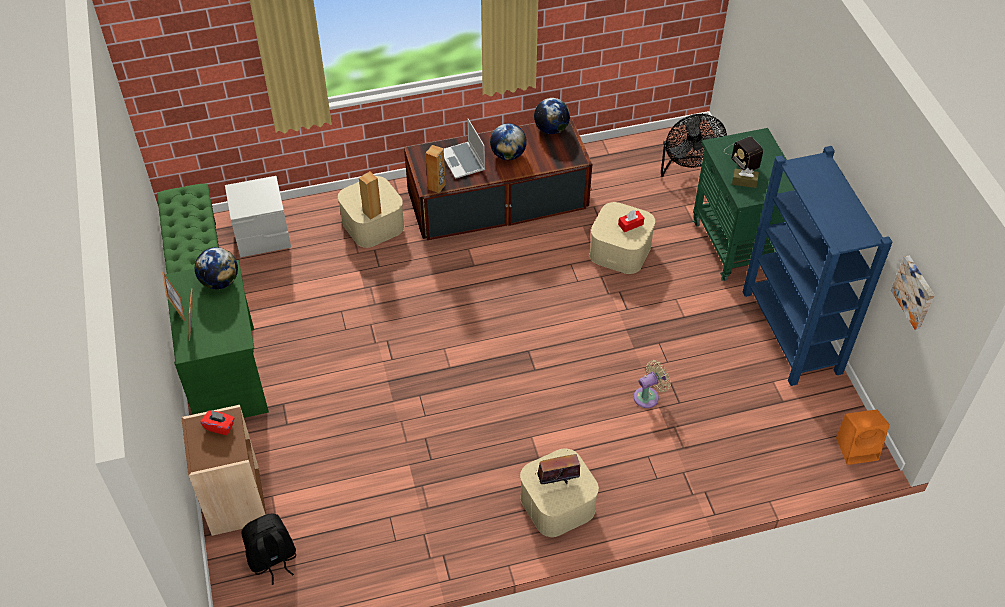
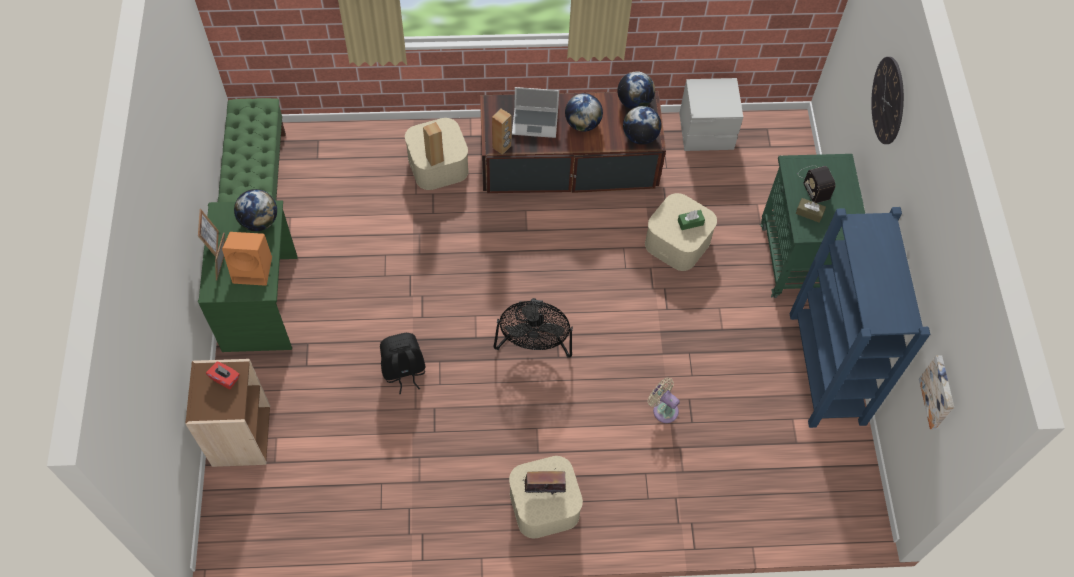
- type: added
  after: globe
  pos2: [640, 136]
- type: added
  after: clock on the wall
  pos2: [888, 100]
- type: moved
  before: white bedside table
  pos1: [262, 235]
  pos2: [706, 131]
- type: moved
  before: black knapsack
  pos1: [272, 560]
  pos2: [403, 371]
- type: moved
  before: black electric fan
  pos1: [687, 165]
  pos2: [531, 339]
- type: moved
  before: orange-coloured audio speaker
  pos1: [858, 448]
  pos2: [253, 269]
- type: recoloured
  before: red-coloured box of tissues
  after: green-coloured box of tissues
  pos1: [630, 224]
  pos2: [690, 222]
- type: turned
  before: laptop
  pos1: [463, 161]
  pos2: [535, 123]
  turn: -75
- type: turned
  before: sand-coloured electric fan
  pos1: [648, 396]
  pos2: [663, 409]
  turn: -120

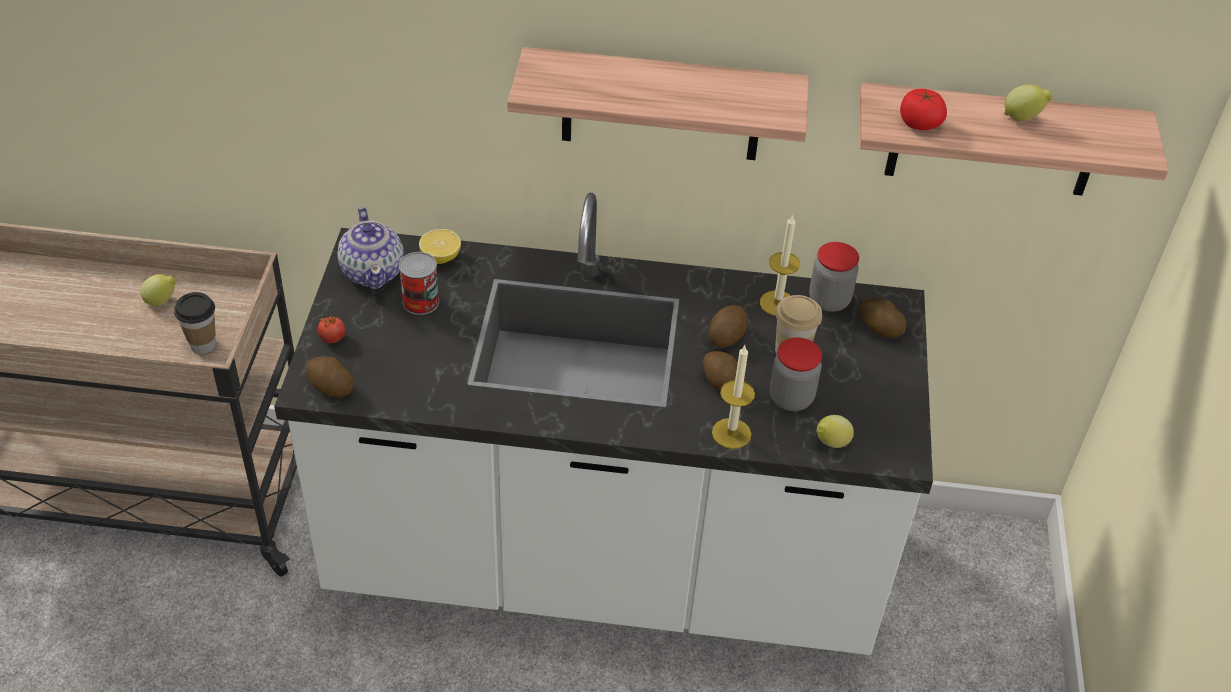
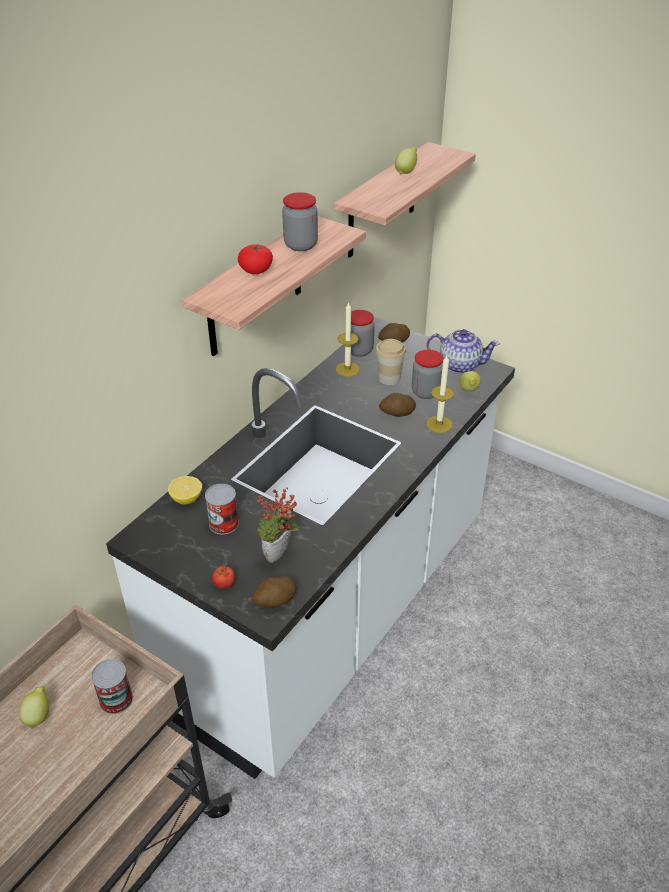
- type: removed
  before: potato
  pos1: [726, 336]
- type: added
  after: houseplant
  pos2: [279, 556]
- type: added
  after: storage jar
  pos2: [300, 245]
- type: moved
  before: teapot
  pos1: [373, 271]
  pos2: [459, 364]
- type: moved
  before: fresh tomato
  pos1: [919, 123]
  pos2: [256, 270]
- type: replaced
  before: cup
  after: metal can
  pos1: [203, 345]
  pos2: [116, 699]

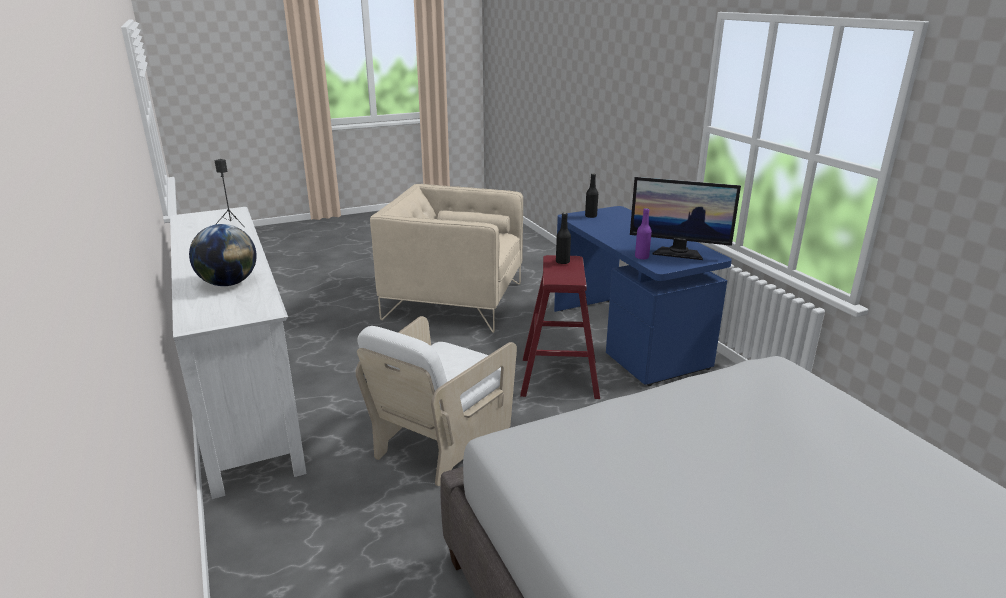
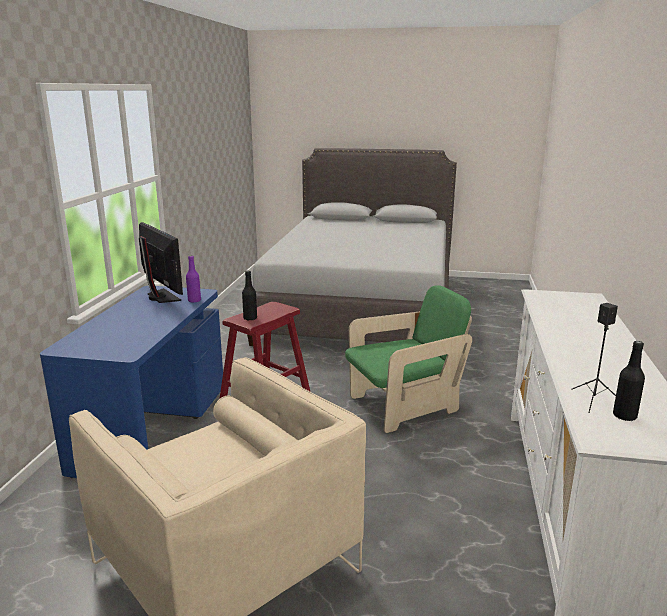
- type: removed
  before: globe
  pos1: [228, 283]
- type: moved
  before: black drink bottle
  pos1: [590, 216]
  pos2: [624, 416]
- type: recoloured
  before: white armchair
  after: green-coloured armchair
  pos1: [441, 441]
  pos2: [404, 406]

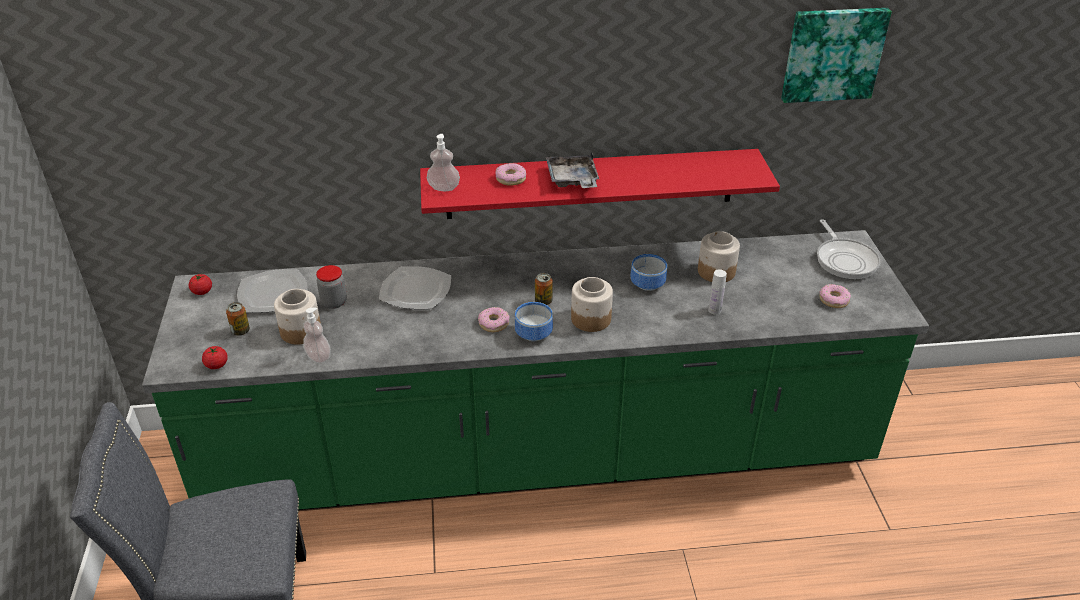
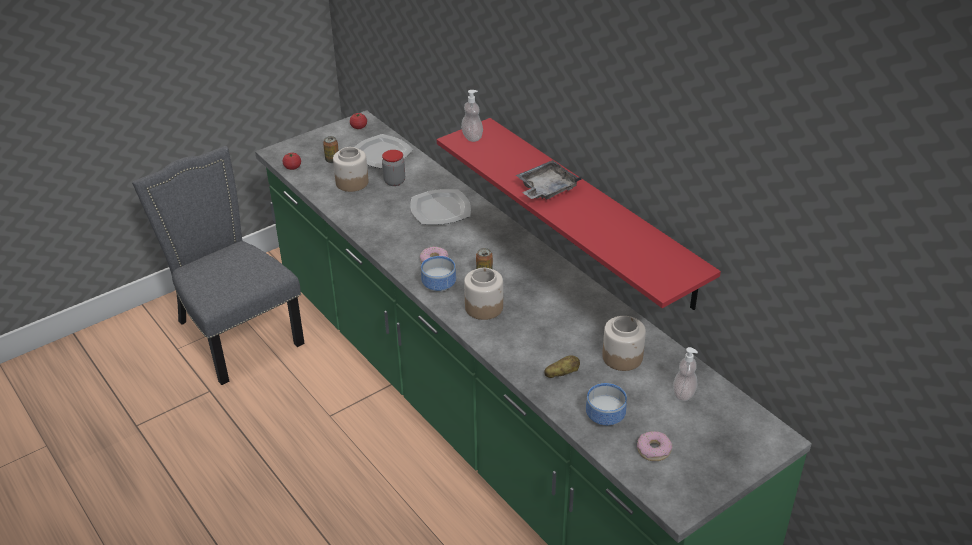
- type: removed
  before: doughnut
  pos1: [511, 179]
- type: removed
  before: picture
  pos1: [832, 54]
- type: removed
  before: skillet
  pos1: [845, 260]
- type: moved
  before: soap bottle
  pos1: [318, 357]
  pos2: [683, 394]
- type: moved
  before: deep dish
  pos1: [647, 283]
  pos2: [606, 415]
- type: replaced
  before: white drink bottle
  after: potato
  pos1: [714, 310]
  pos2: [561, 374]

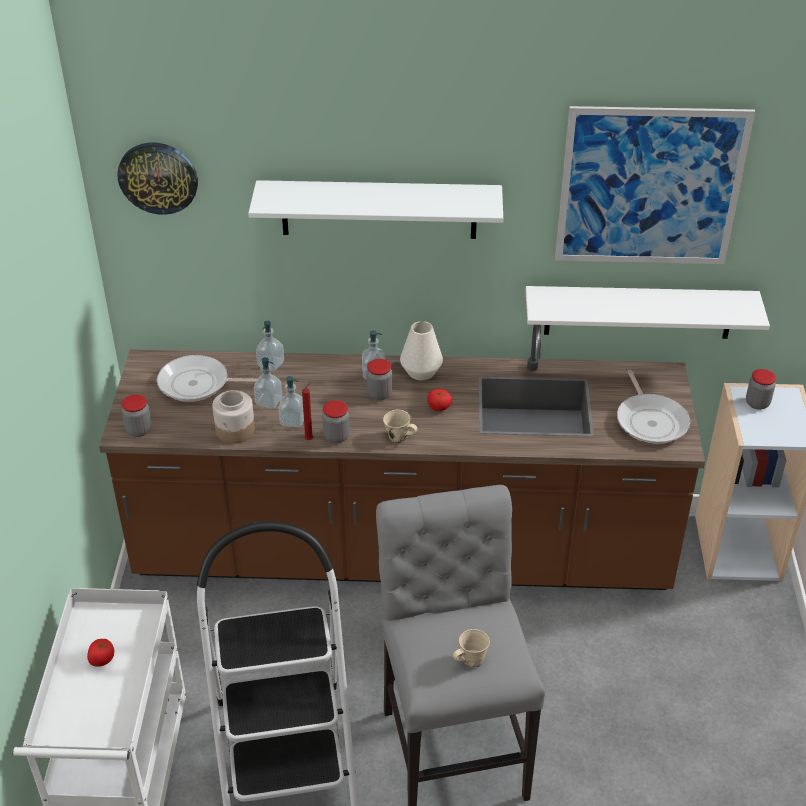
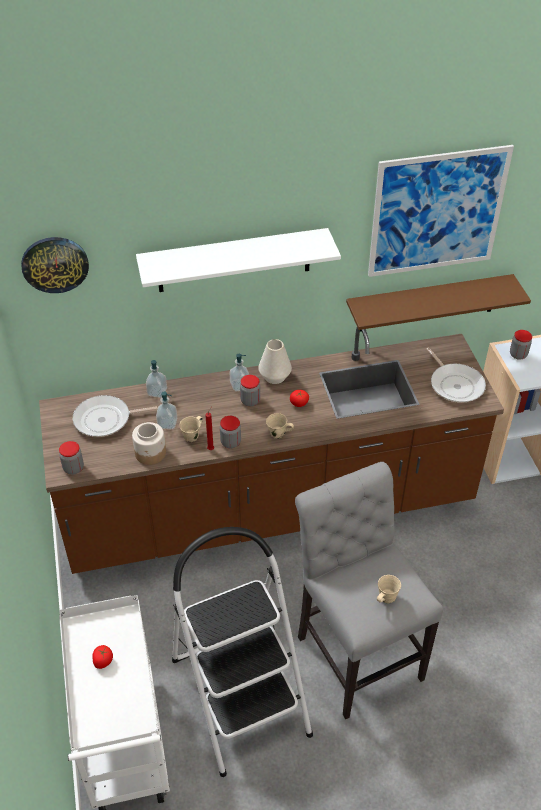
- type: replaced
  before: soap bottle
  after: sand-coloured mug
  pos1: [293, 420]
  pos2: [192, 436]
- type: recoloured
  before: white shelf
  after: brown shelf
  pos1: [638, 312]
  pos2: [428, 303]

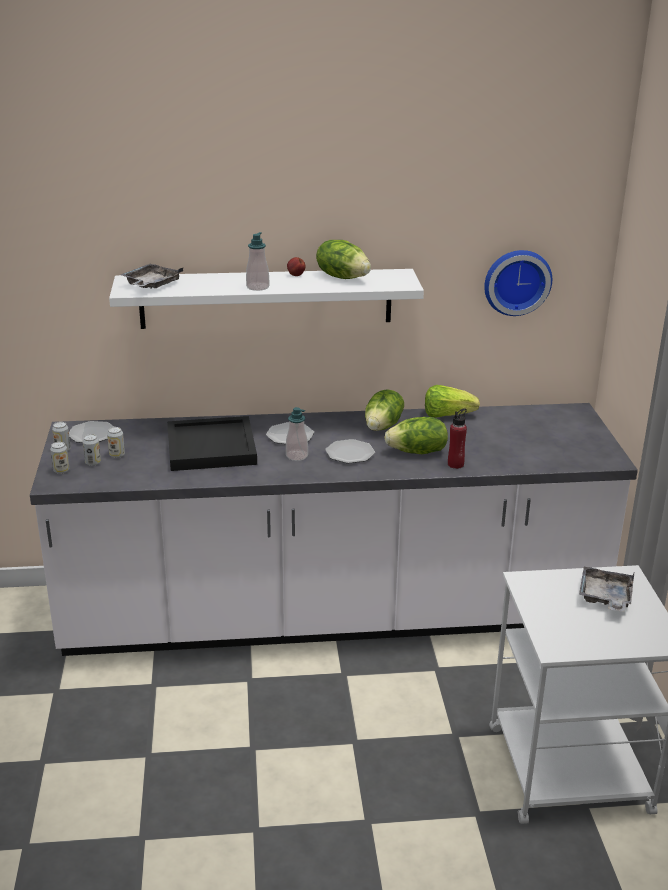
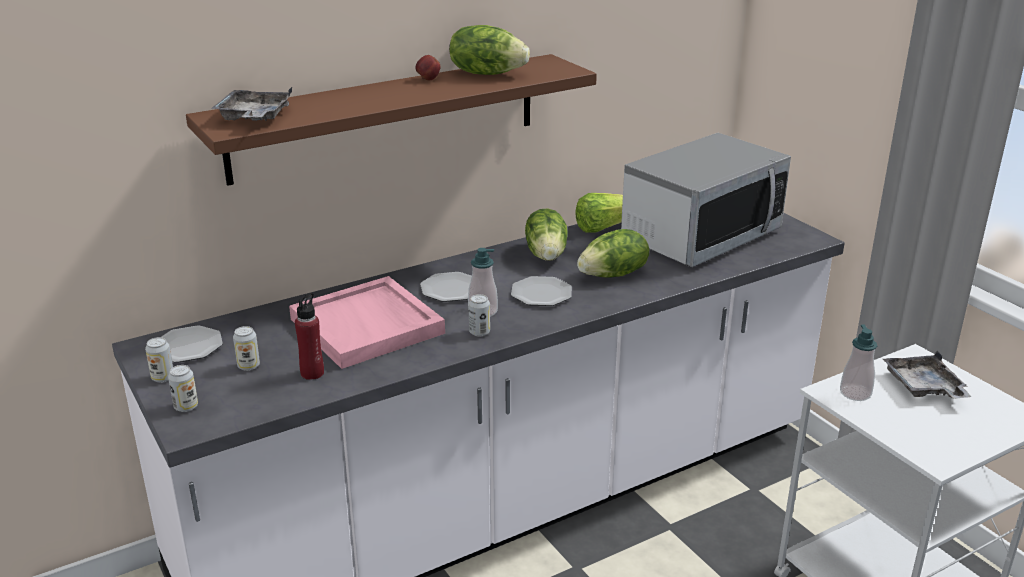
- type: removed
  before: clock on the wall
  pos1: [516, 281]
- type: added
  after: kitchen microwave
  pos2: [700, 236]
- type: moved
  before: metal can
  pos1: [93, 463]
  pos2: [479, 332]
- type: moved
  before: soap bottle
  pos1: [257, 287]
  pos2: [855, 393]
- type: moved
  before: red-coloured drink bottle
  pos1: [455, 464]
  pos2: [312, 373]
- type: recoloured
  before: white shelf
  after: brown shelf
  pos1: [266, 298]
  pos2: [386, 117]
- type: recoloured
  before: black serving tray
  after: pinkish serving tray
  pos1: [212, 448]
  pos2: [368, 326]

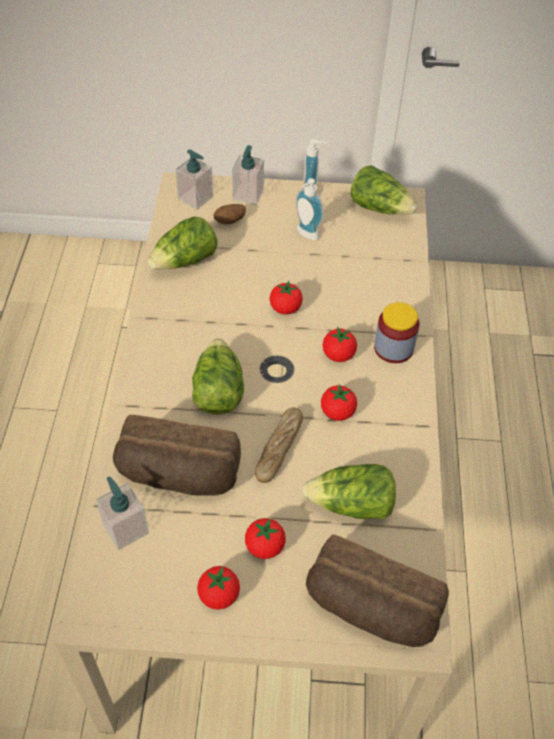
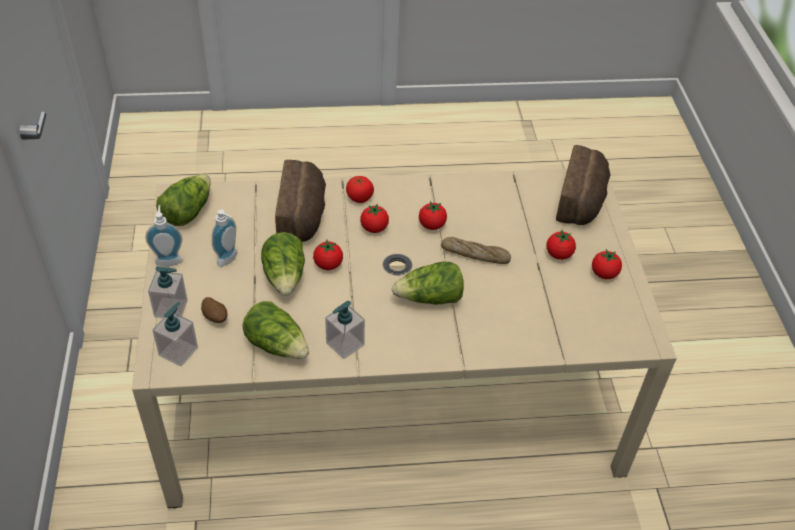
- type: moved
  before: soap bottle
  pos1: [125, 528]
  pos2: [345, 344]
- type: moved
  before: baked bread
  pos1: [178, 476]
  pos2: [303, 216]
- type: moved
  before: head of lettuce
  pos1: [352, 505]
  pos2: [285, 277]
- type: replaced
  before: storage jar
  after: fresh tomato
  pos1: [393, 348]
  pos2: [359, 197]

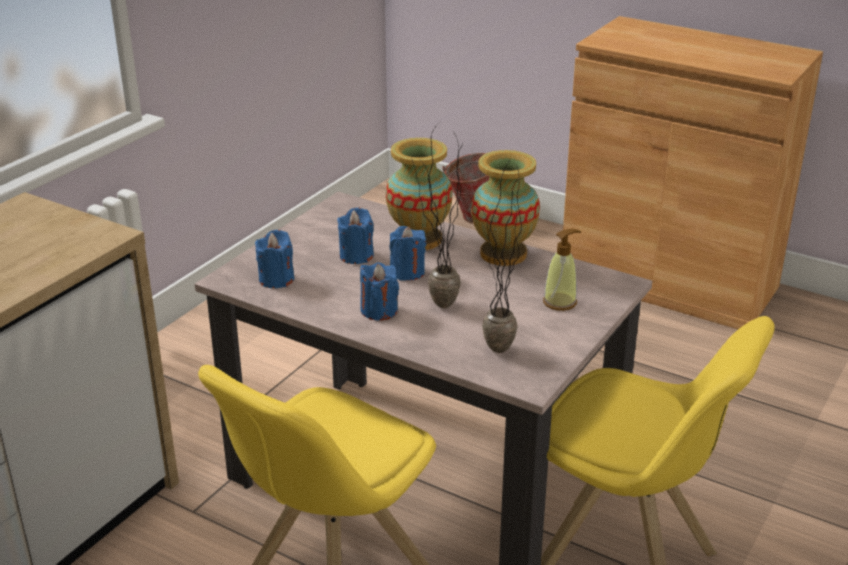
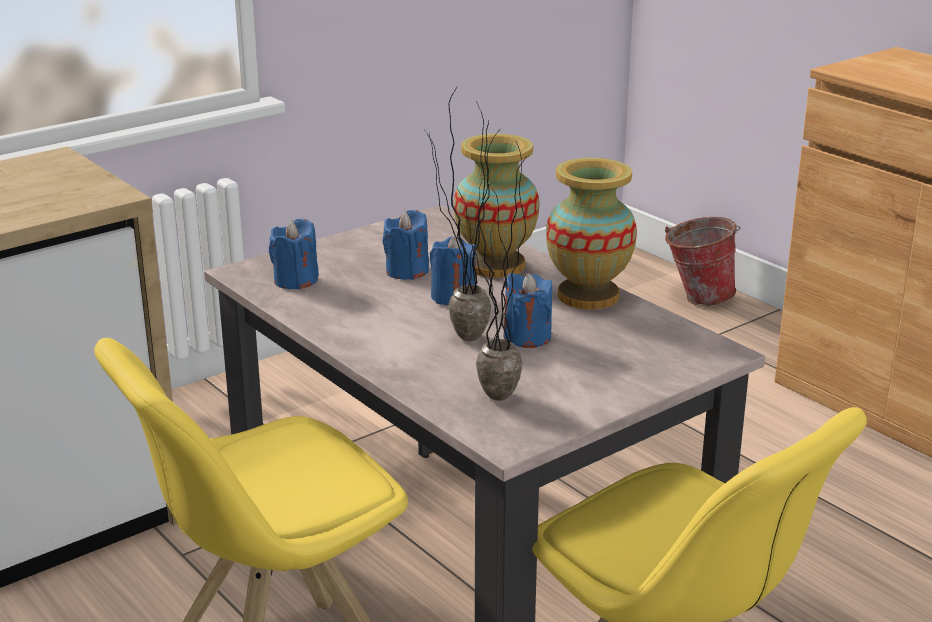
- type: removed
  before: soap bottle
  pos1: [560, 302]
- type: moved
  before: bluish candle
  pos1: [379, 310]
  pos2: [527, 337]

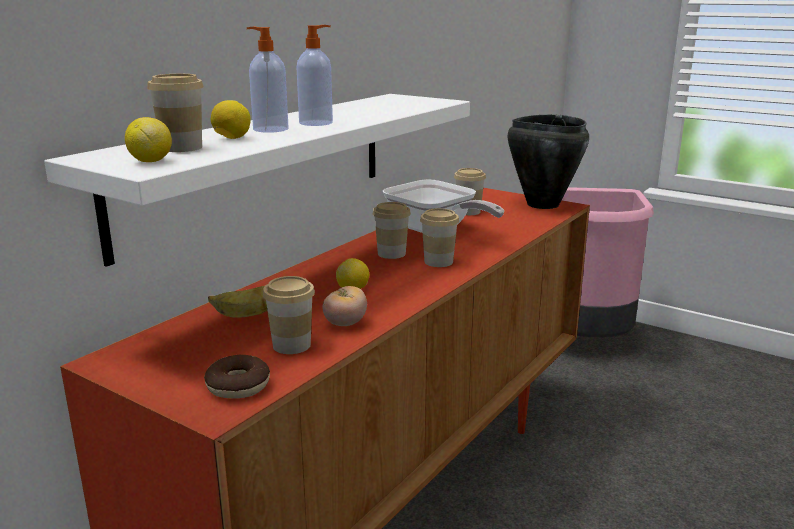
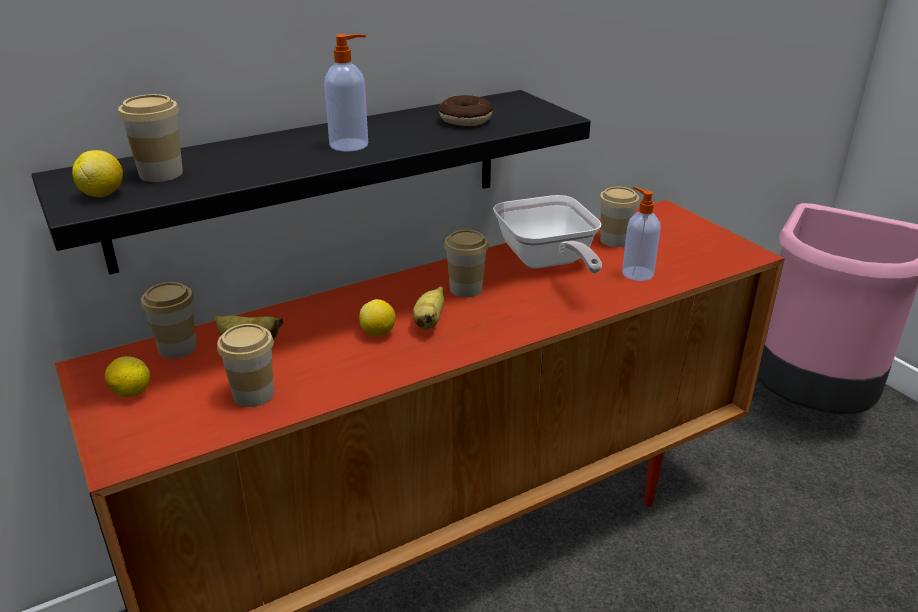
- type: removed
  before: fresh tomato
  pos1: [345, 323]
- type: removed
  before: black stockpot
  pos1: [542, 204]
- type: added
  after: banana
  pos2: [429, 321]
- type: moved
  before: doughnut
  pos1: [238, 386]
  pos2: [465, 120]
- type: moved
  before: citrus fruit
  pos1: [231, 138]
  pos2: [131, 393]
- type: moved
  before: soap bottle
  pos1: [269, 129]
  pos2: [636, 273]
- type: moved
  before: cup
  pos1: [438, 262]
  pos2: [177, 348]
- type: recoloured
  before: white shelf
  after: black shelf
  pos1: [261, 166]
  pos2: [314, 176]

